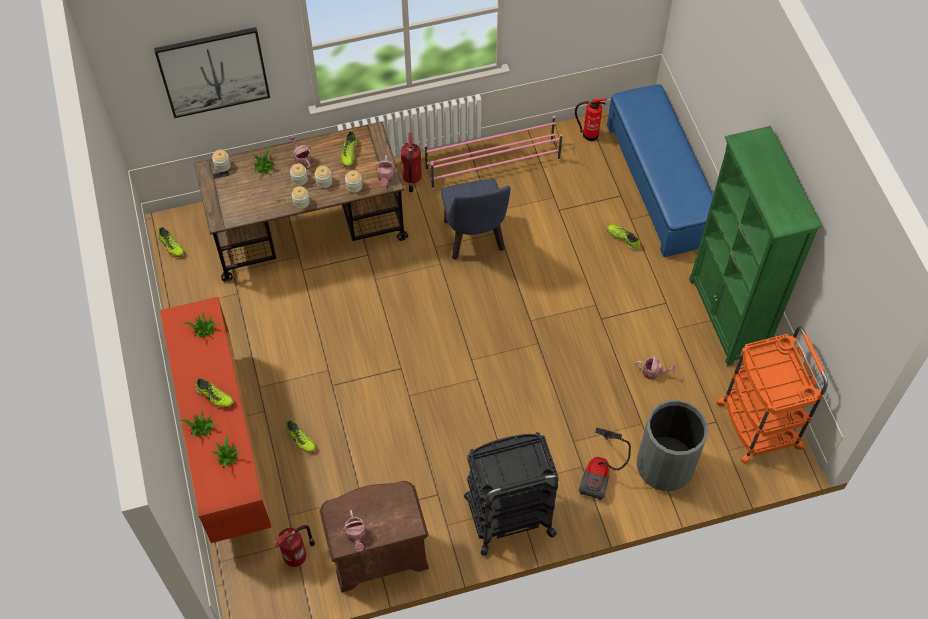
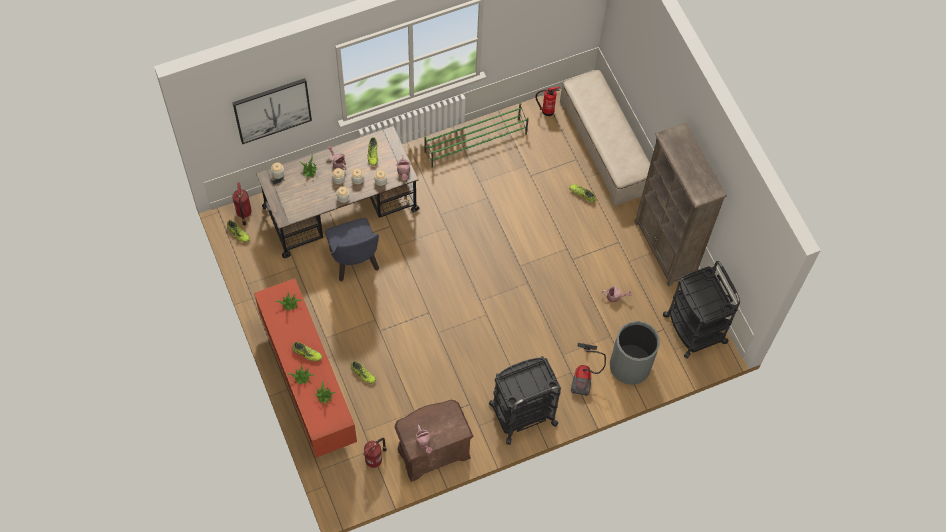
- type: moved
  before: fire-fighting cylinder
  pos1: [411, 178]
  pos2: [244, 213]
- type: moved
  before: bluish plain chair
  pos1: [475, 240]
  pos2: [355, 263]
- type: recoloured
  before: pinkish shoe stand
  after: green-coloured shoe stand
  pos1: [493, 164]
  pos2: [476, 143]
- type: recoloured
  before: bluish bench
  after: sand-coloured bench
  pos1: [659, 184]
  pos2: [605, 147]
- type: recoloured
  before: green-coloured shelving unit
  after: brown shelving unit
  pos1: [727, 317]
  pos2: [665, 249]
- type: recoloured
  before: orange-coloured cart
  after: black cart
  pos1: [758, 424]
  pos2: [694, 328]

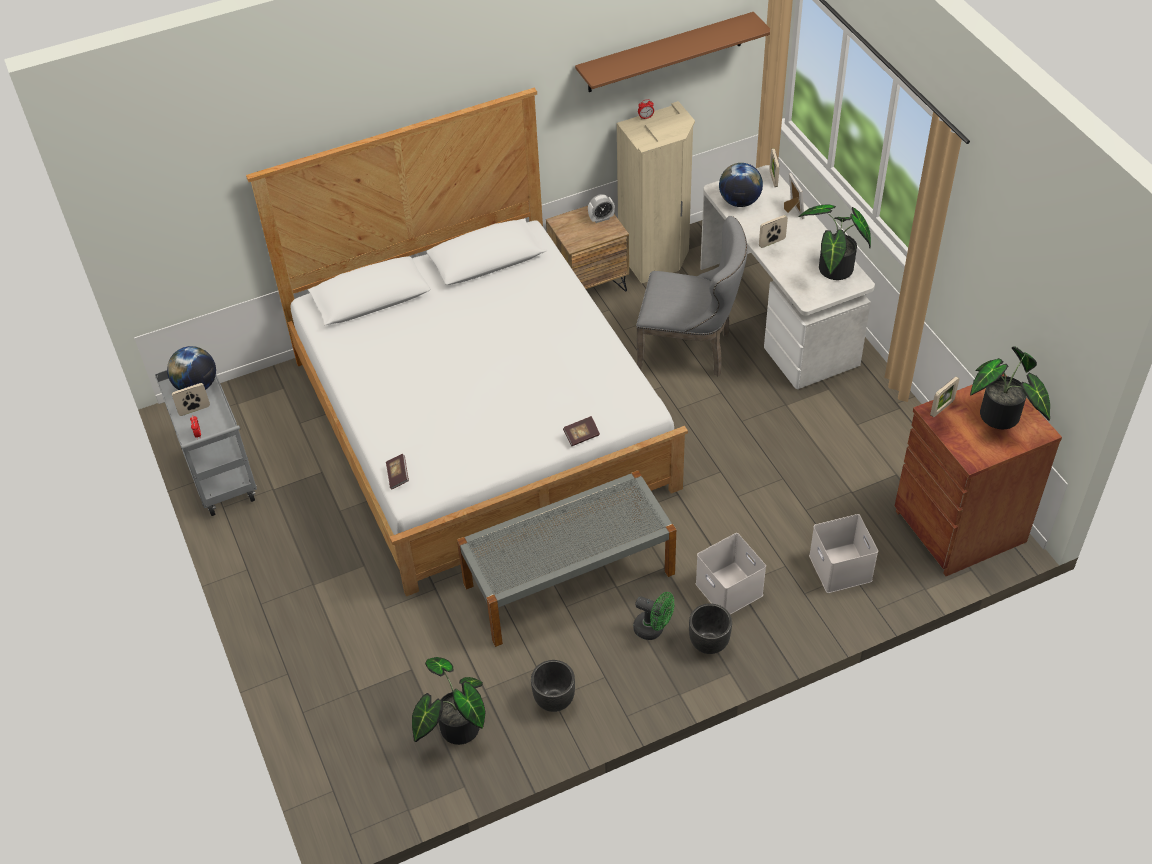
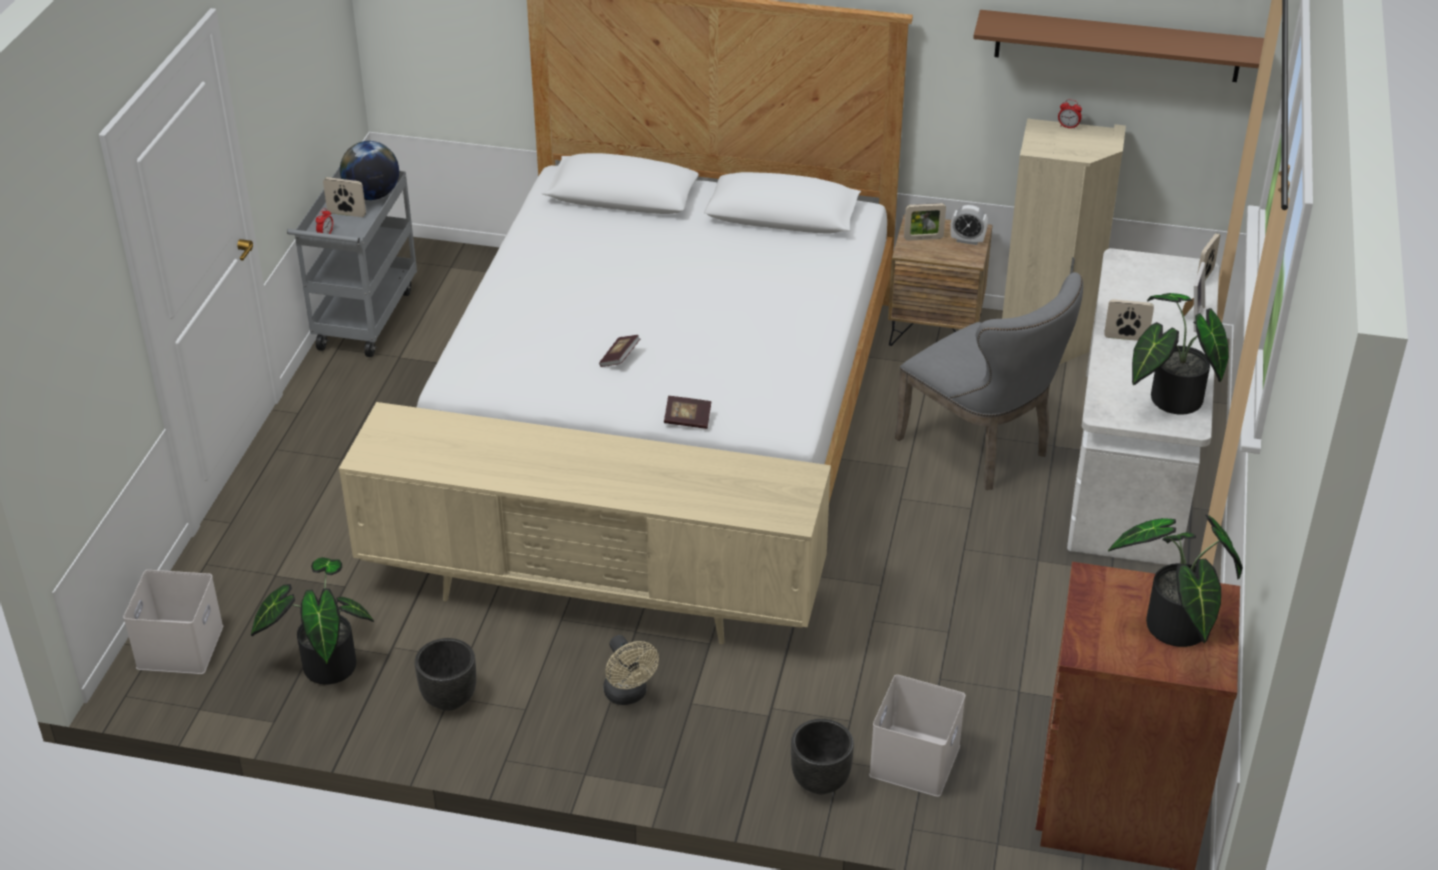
- type: removed
  before: globe
  pos1: [739, 201]
- type: moved
  before: book
  pos1: [398, 476]
  pos2: [619, 358]
- type: moved
  before: black flower pot
  pos1: [708, 644]
  pos2: [819, 782]
- type: moved
  before: white storage bin
  pos1: [727, 589]
  pos2: [179, 645]
- type: moved
  before: standing frame
  pos1: [942, 408]
  pos2: [923, 238]
- type: replaced
  before: gray bench
  after: sand-coloured cupboard
  pos1: [568, 578]
  pos2: [594, 594]
- type: recoloured
  before: green-coloured electric fan
  after: sand-coloured electric fan
  pos1: [653, 629]
  pos2: [628, 695]

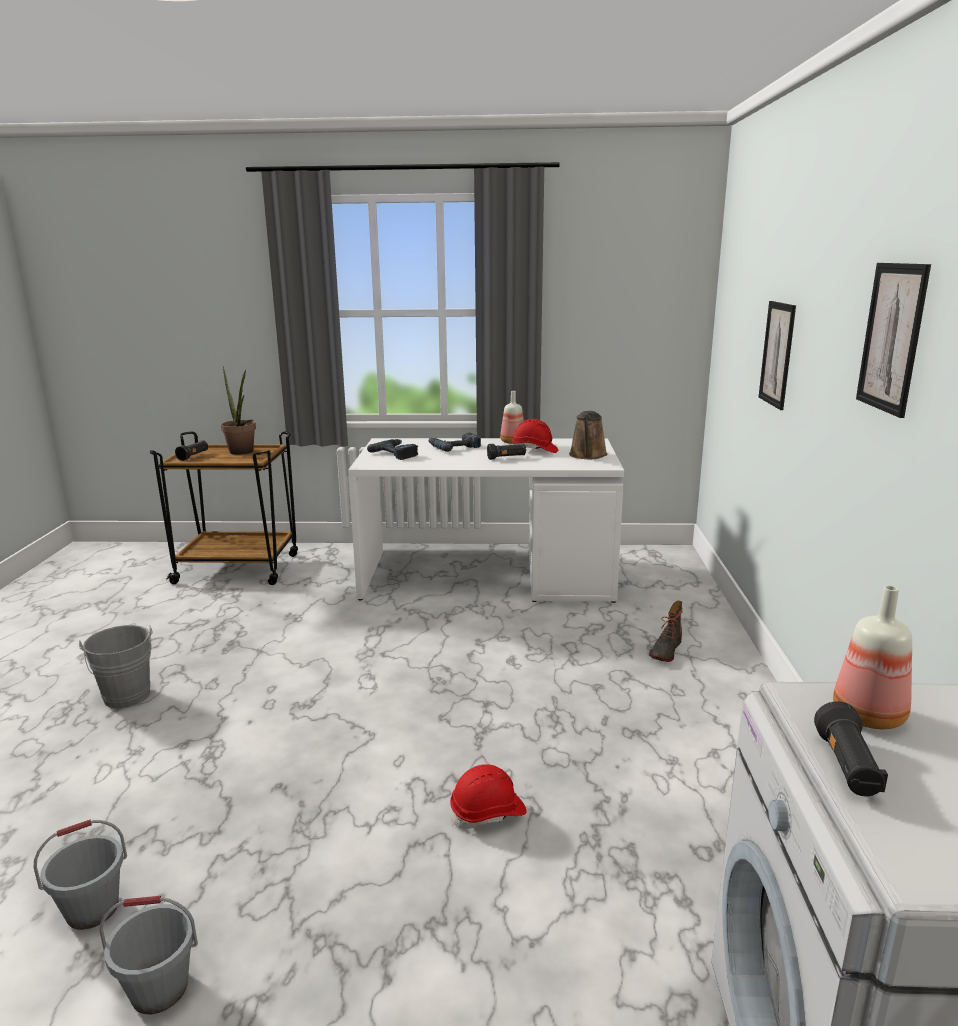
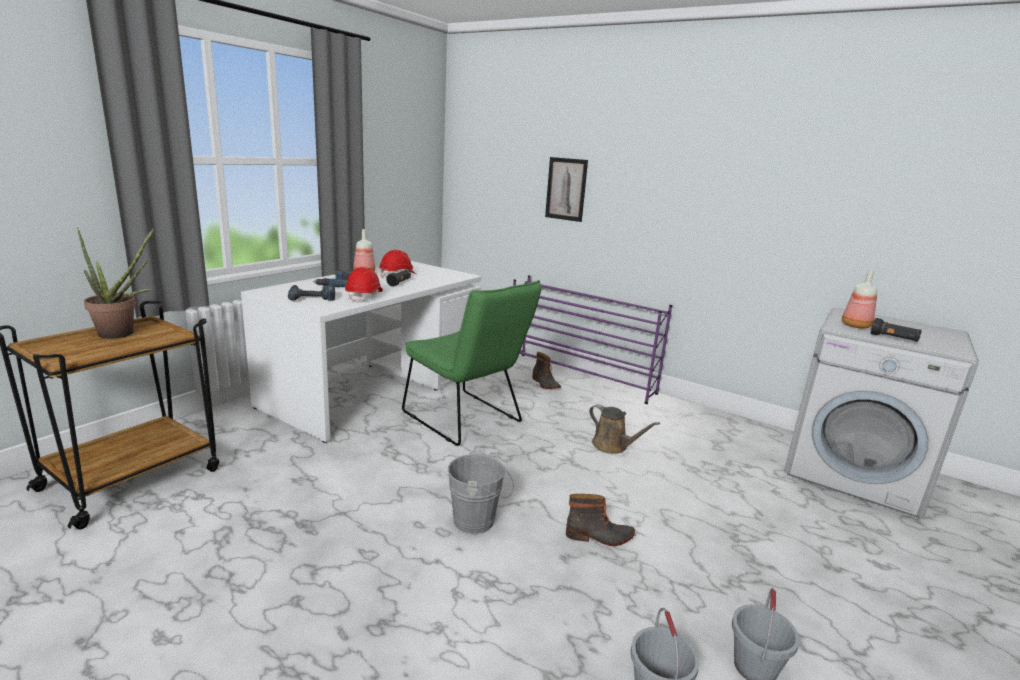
- type: removed
  before: black hand torch
  pos1: [193, 456]
- type: removed
  before: picture
  pos1: [892, 337]
- type: added
  after: green-coloured plain chair
  pos2: [466, 420]
- type: added
  after: purple shoe stand
  pos2: [579, 377]
- type: added
  after: high-top boot
  pos2: [599, 537]
- type: moved
  before: gray bucket
  pos1: [127, 699]
  pos2: [478, 521]
- type: moved
  before: red-coloured work helmet
  pos1: [488, 813]
  pos2: [364, 296]
- type: moved
  before: brown sprinkling can
  pos1: [588, 455]
  pos2: [612, 446]

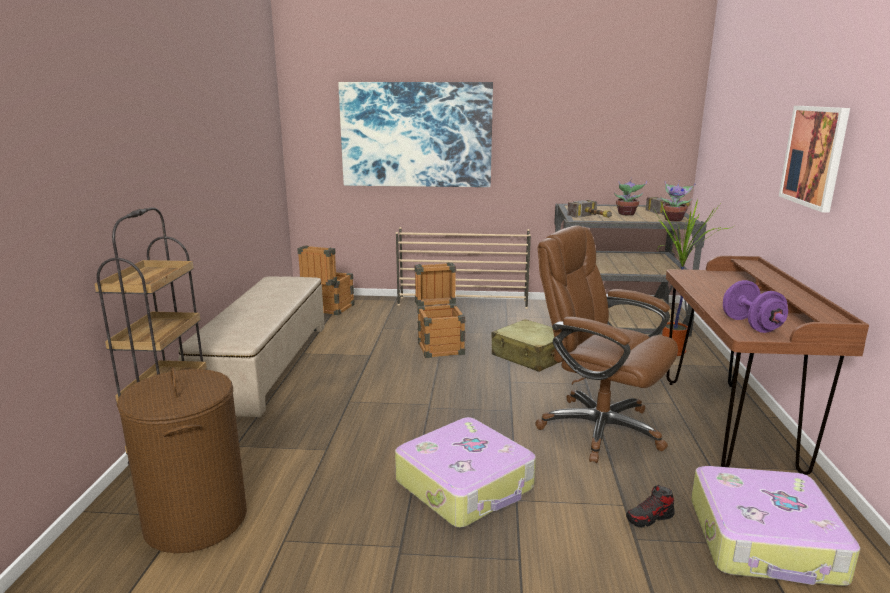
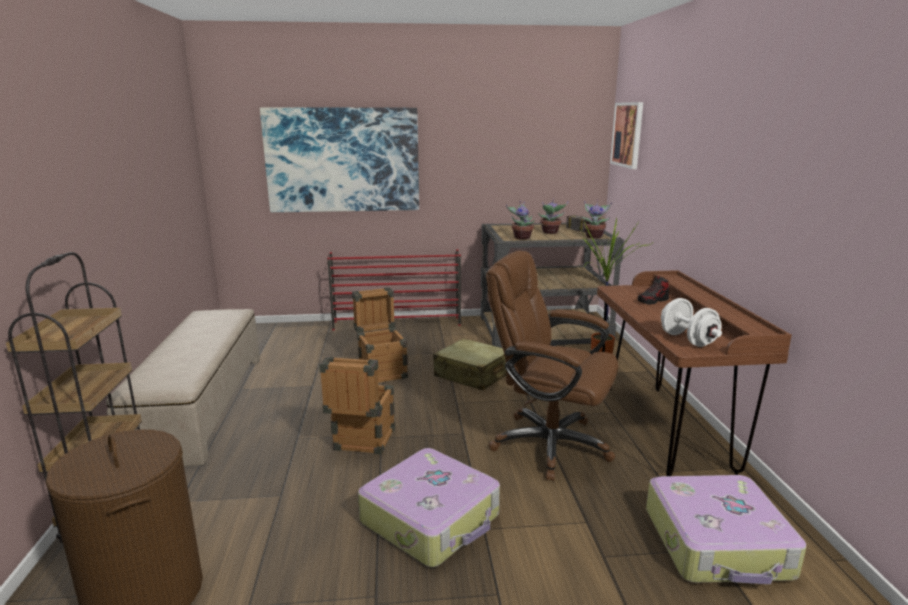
- type: moved
  before: crate
  pos1: [328, 310]
  pos2: [361, 443]
- type: moved
  before: low shoe
  pos1: [649, 518]
  pos2: [653, 301]
- type: moved
  before: picture
  pos1: [814, 156]
  pos2: [627, 134]
- type: replaced
  before: tool hammer
  after: houseplant
  pos1: [593, 218]
  pos2: [521, 237]
- type: recoloured
  before: sand-coloured shoe stand
  after: red-coloured shoe stand
  pos1: [463, 303]
  pos2: [397, 323]
- type: recoloured
  before: purple hand weight
  after: white hand weight
  pos1: [751, 325]
  pos2: [687, 340]

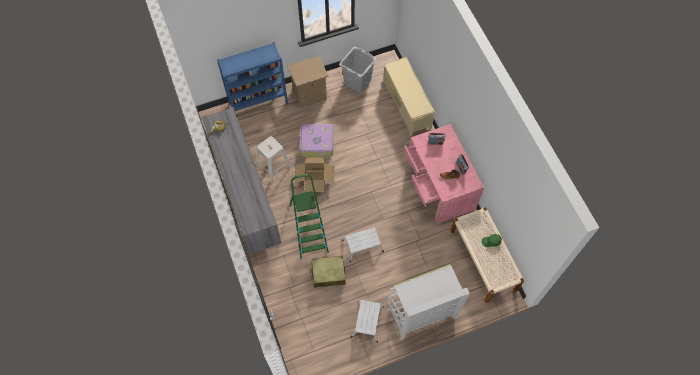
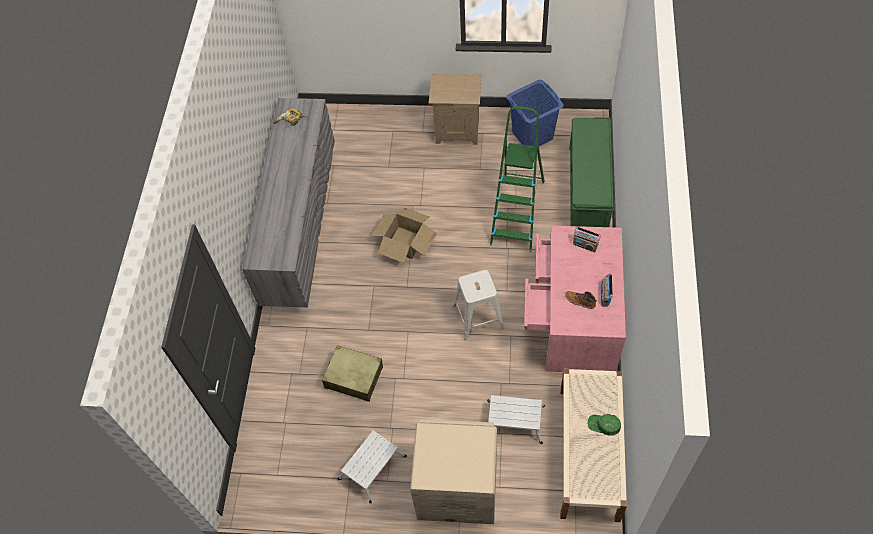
- type: removed
  before: bluish shelving unit
  pos1: [258, 103]
- type: removed
  before: piece of luggage
  pos1: [316, 143]
- type: moved
  before: white sitting stool
  pos1: [273, 166]
  pos2: [478, 317]
- type: moved
  before: green-coloured step ladder
  pos1: [308, 229]
  pos2: [517, 213]
- type: moved
  before: white step ladder
  pos1: [362, 245]
  pos2: [514, 421]
- type: replaced
  before: white shoe stand
  after: sand-coloured washing machine
  pos1: [421, 311]
  pos2: [456, 487]
- type: recoloured
  before: gray washing basket
  after: bluish washing basket
  pos1: [357, 82]
  pos2: [533, 135]
- type: recoloured
  before: sand-coloured bench
  after: green-coloured bench
  pos1: [407, 105]
  pos2: [588, 190]

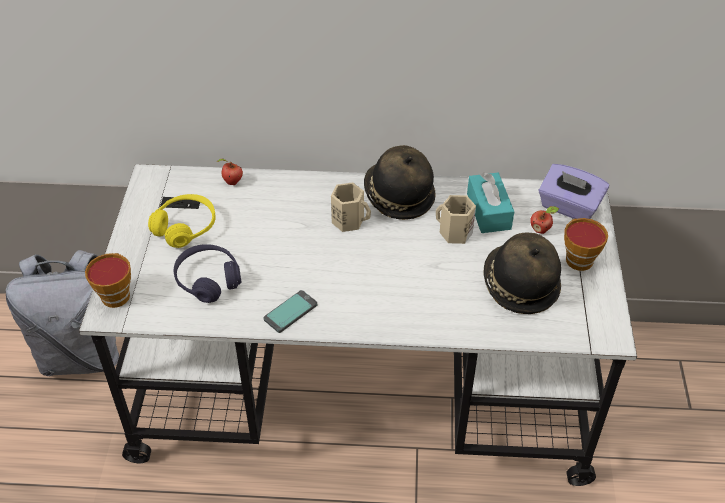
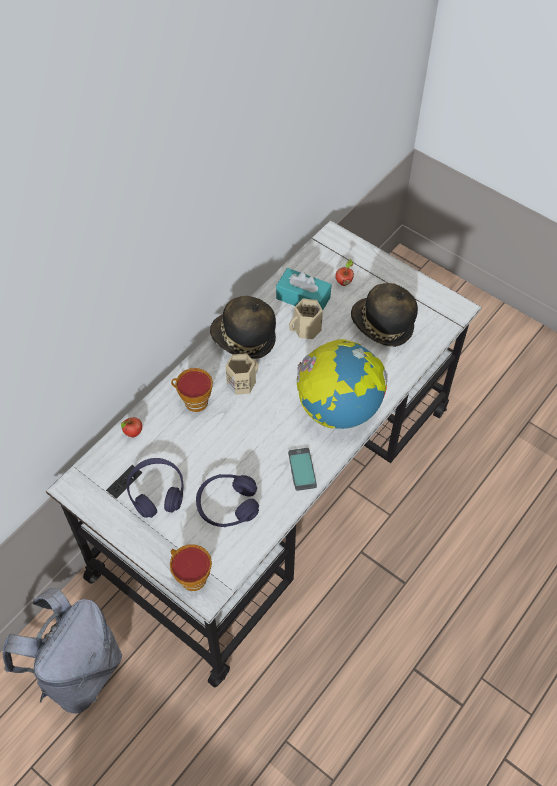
- type: removed
  before: purple box of tissues
  pos1: [569, 207]
- type: added
  after: globe
  pos2: [339, 408]
- type: moved
  before: cup
  pos1: [577, 258]
  pos2: [193, 401]
- type: recoloured
  before: yellowish pair of headphones
  after: purple pair of headphones
  pos1: [185, 227]
  pos2: [156, 492]

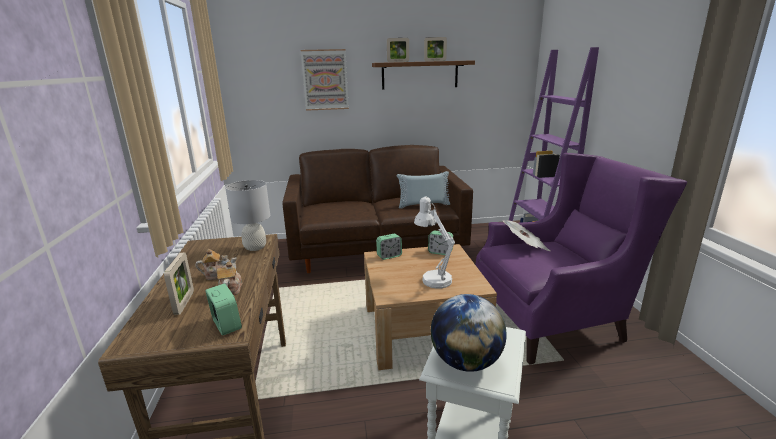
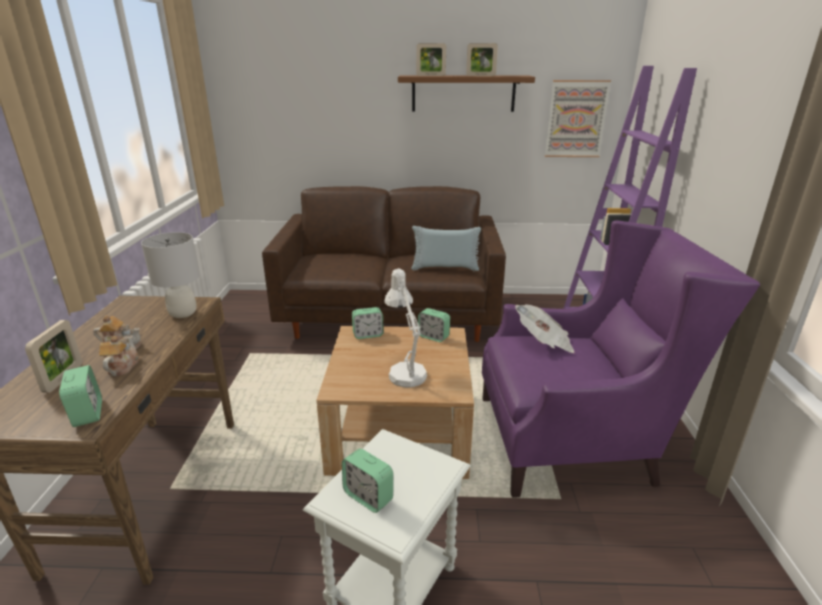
- type: moved
  before: picture
  pos1: [325, 80]
  pos2: [576, 119]
- type: replaced
  before: globe
  after: alarm clock
  pos1: [466, 362]
  pos2: [368, 496]

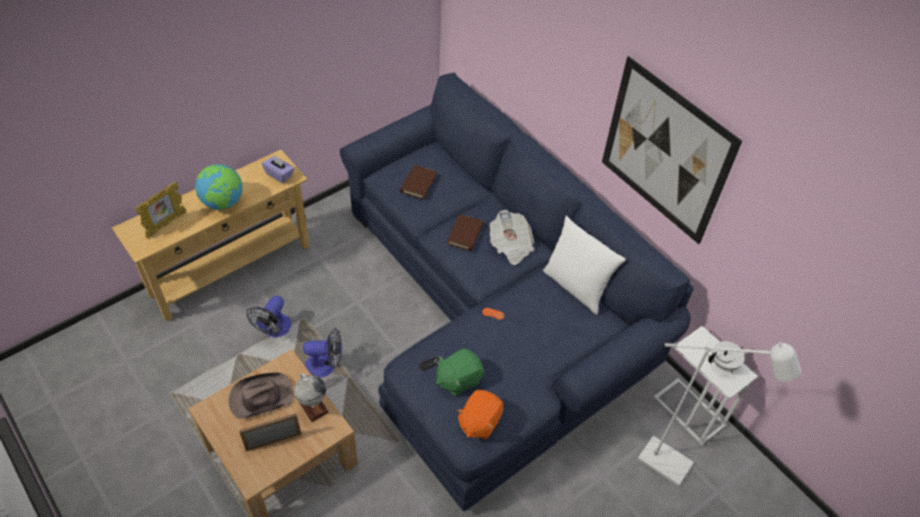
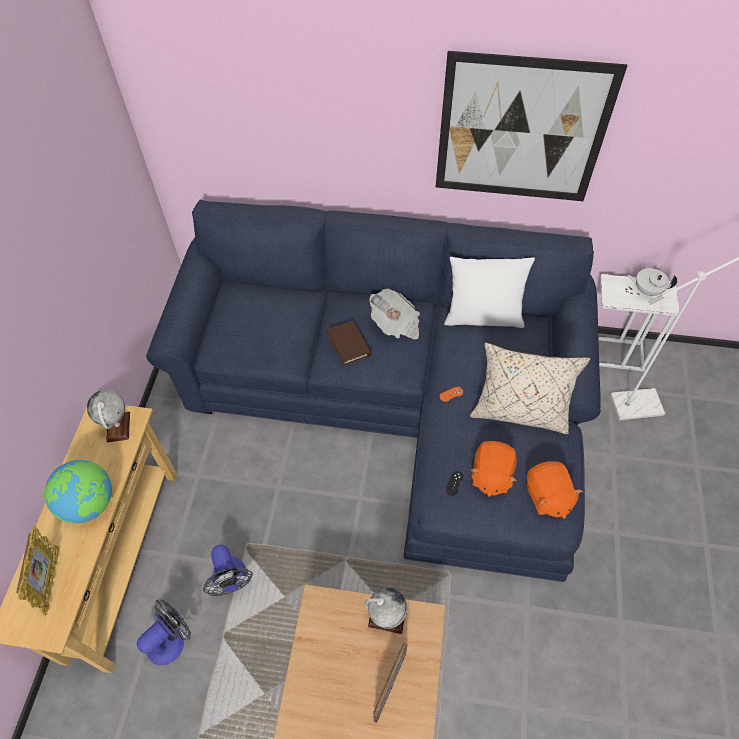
- type: removed
  before: brown wearable hat
  pos1: [260, 397]
- type: removed
  before: brown book
  pos1: [418, 183]
- type: added
  after: sand-coloured pillow
  pos2: [519, 412]
- type: moved
  before: electric fan
  pos1: [326, 365]
  pos2: [171, 640]
- type: replaced
  before: purple box of tissues
  after: globe
  pos1: [279, 174]
  pos2: [118, 427]
- type: recoloured
  before: green-coloured soft toy
  after: orange-coloured soft toy
  pos1: [458, 379]
  pos2: [491, 475]
- type: turned
  before: white teapot
  pos1: [724, 363]
  pos2: [646, 290]
  turn: -105

